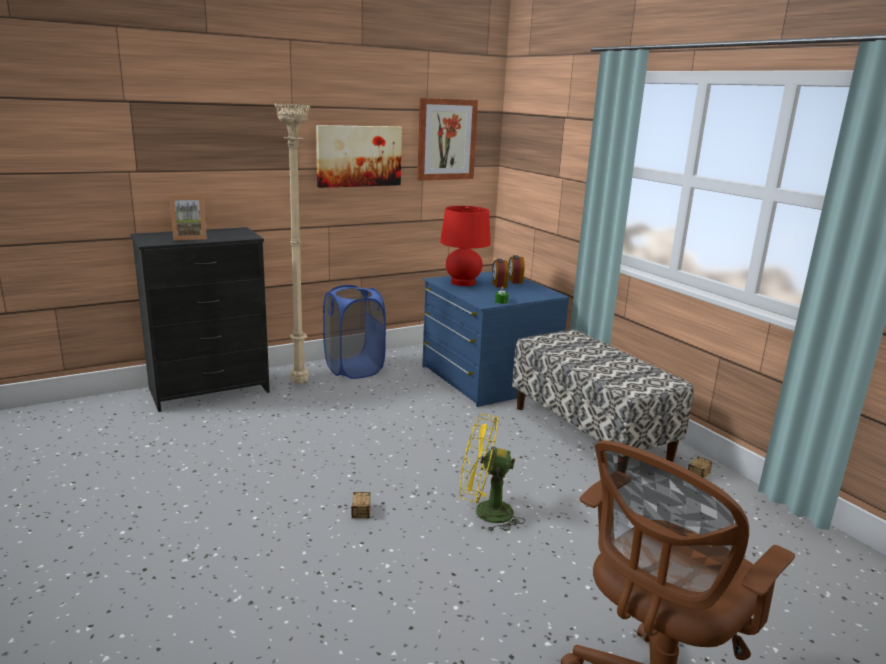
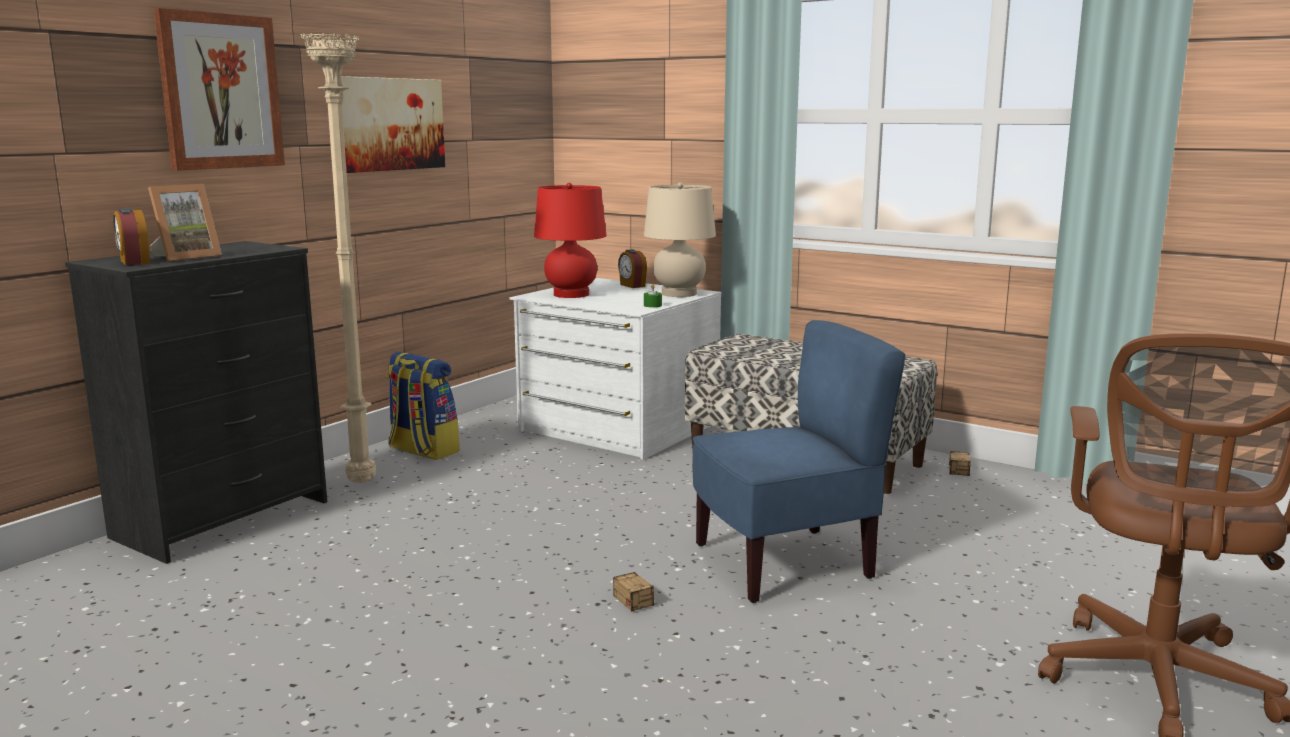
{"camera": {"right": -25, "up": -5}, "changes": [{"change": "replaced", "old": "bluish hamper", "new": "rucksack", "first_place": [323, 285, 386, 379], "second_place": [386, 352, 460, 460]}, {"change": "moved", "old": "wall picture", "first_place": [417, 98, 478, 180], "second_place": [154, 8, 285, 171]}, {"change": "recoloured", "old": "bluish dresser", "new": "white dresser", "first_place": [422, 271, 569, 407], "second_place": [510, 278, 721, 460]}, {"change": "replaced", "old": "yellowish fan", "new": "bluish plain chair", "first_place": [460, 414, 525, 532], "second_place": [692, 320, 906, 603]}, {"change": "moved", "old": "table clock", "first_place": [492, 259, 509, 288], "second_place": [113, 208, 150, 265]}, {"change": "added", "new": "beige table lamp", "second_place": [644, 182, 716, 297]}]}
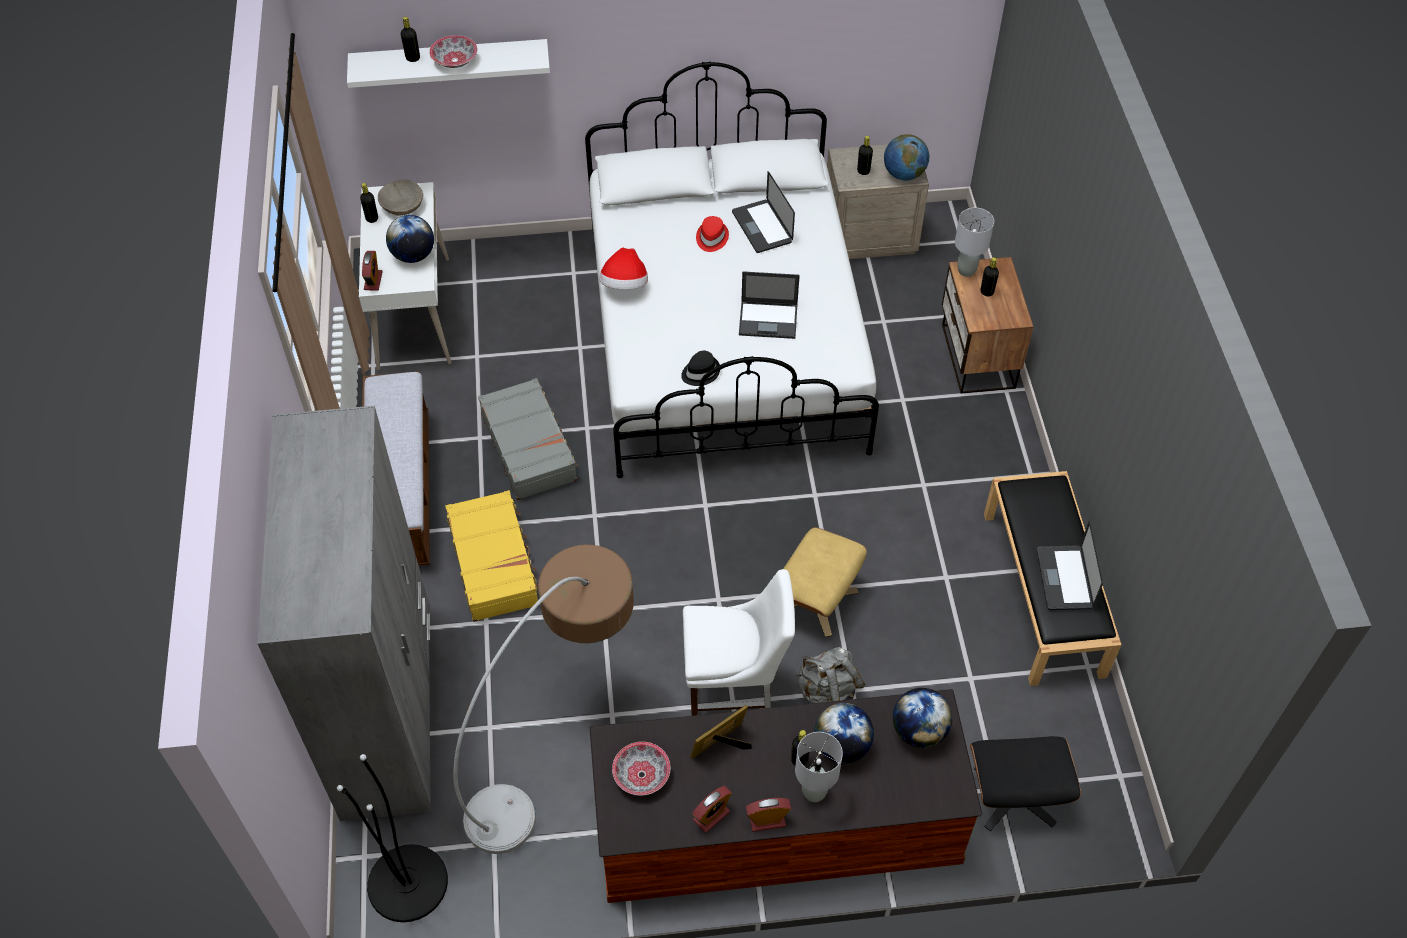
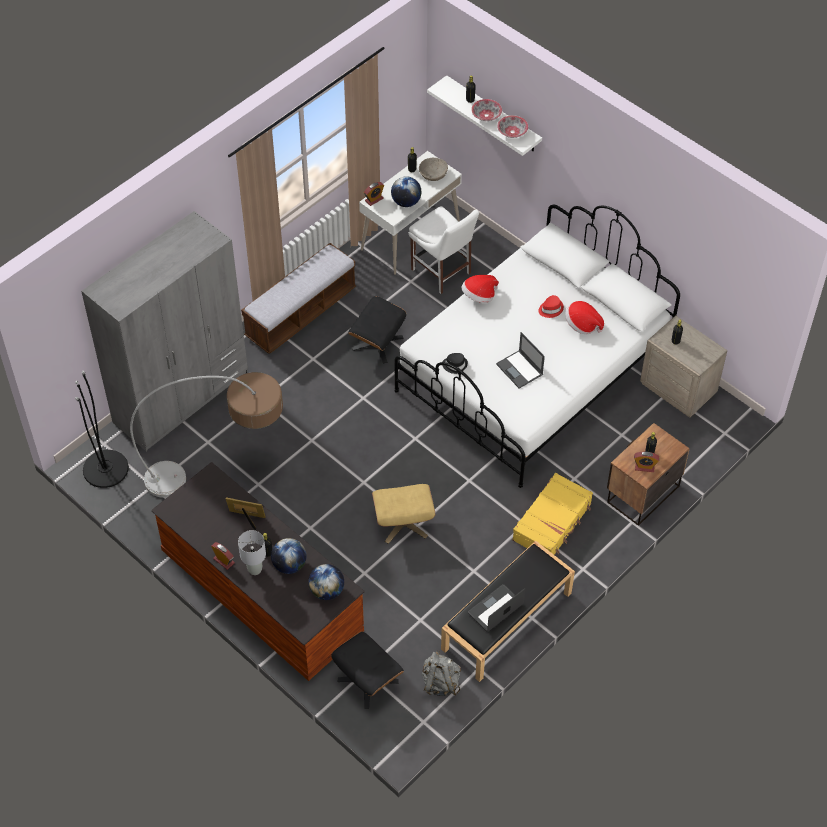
{"camera": {"right": 50, "up": 0}, "changes": [{"change": "moved", "old": "yellowish piece of luggage", "first_place": [445, 490, 538, 622], "second_place": [512, 473, 593, 555]}, {"change": "replaced", "old": "grey piece of luggage", "new": "black-coloured ottoman", "first_place": [478, 378, 578, 500], "second_place": [348, 296, 406, 364]}, {"change": "moved", "old": "deep dish", "first_place": [612, 742, 671, 796], "second_place": [497, 115, 528, 138]}, {"change": "moved", "old": "white plain chair", "first_place": [683, 569, 795, 716], "second_place": [409, 206, 479, 294]}, {"change": "moved", "old": "table clock", "first_place": [692, 786, 731, 833], "second_place": [634, 452, 659, 472]}, {"change": "replaced", "old": "notebook computer", "new": "wearable hat", "first_place": [732, 171, 795, 253], "second_place": [565, 301, 604, 334]}, {"change": "moved", "old": "grey rucksack", "first_place": [795, 647, 865, 703], "second_place": [422, 650, 461, 696]}, {"change": "removed", "old": "globe", "first_place": [884, 134, 929, 181]}, {"change": "removed", "old": "grey table lamp", "first_place": [955, 208, 994, 277]}]}
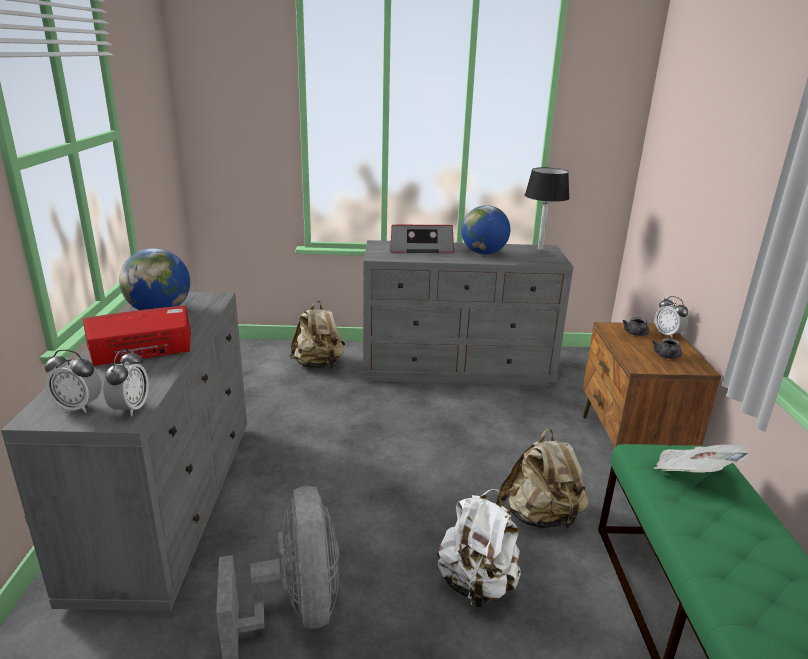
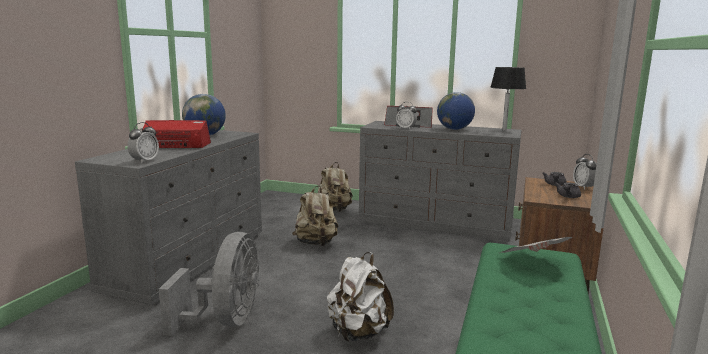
{"camera": {"right": 20, "up": -10}, "changes": [{"change": "moved", "old": "table clock", "first_place": [44, 349, 102, 413], "second_place": [396, 102, 417, 129]}, {"change": "moved", "old": "beige rucksack", "first_place": [500, 429, 588, 530], "second_place": [292, 185, 339, 246]}]}
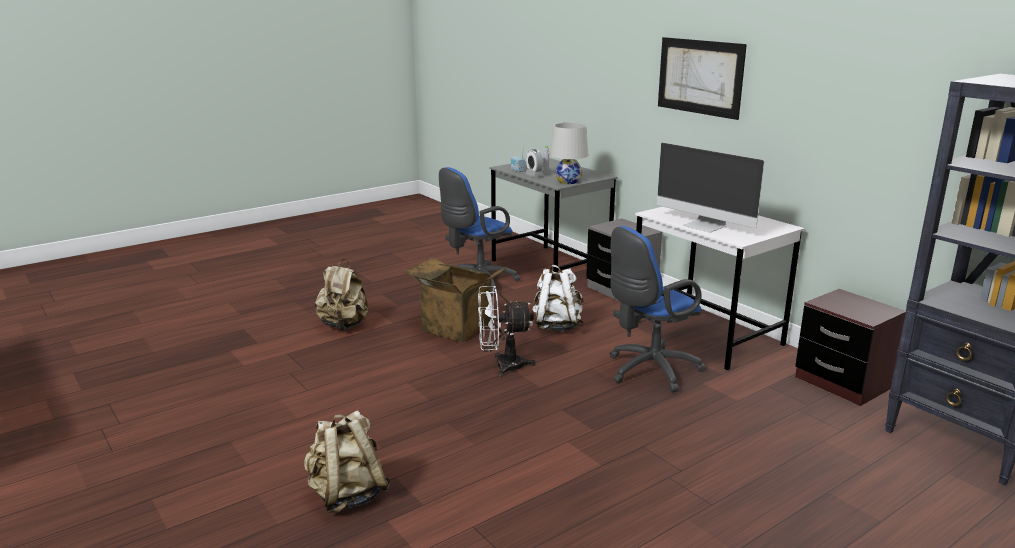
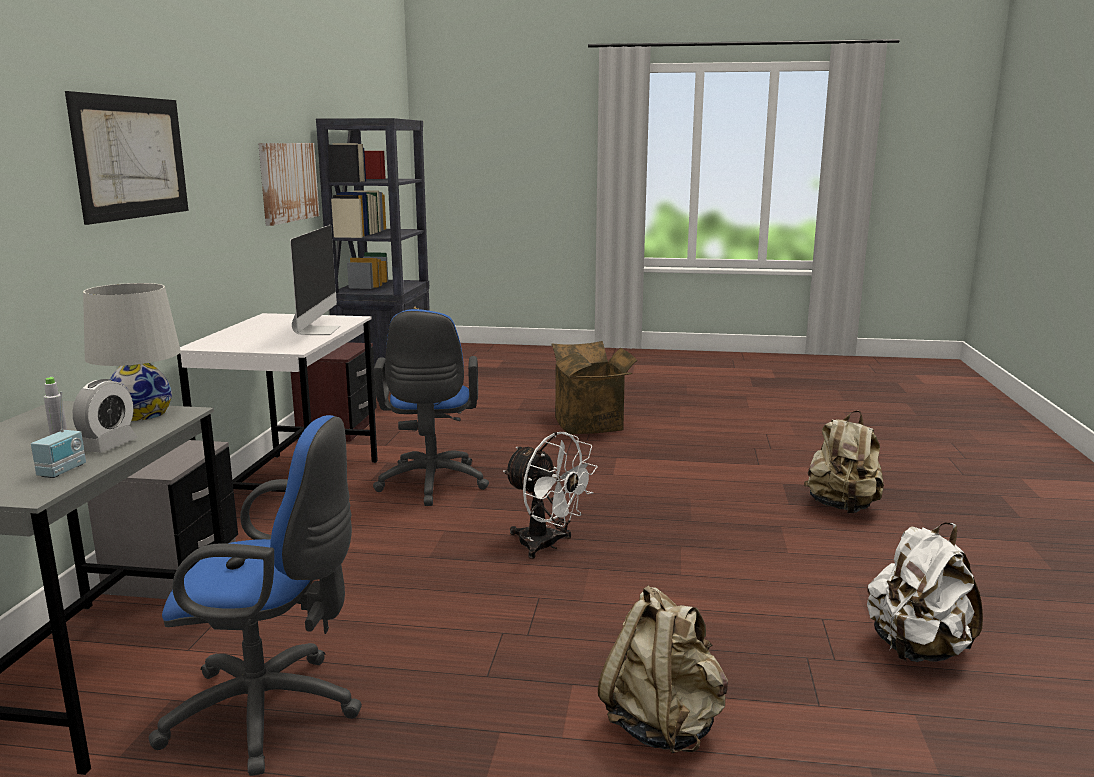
{"camera": {"right": -135, "up": -5}, "changes": [{"change": "moved", "old": "cardboard box", "first_place": [402, 257, 507, 342], "second_place": [551, 341, 638, 434]}, {"change": "moved", "old": "white rucksack", "first_place": [532, 265, 584, 331], "second_place": [867, 523, 983, 662]}, {"change": "turned", "old": "bluish office chair", "first_place": [609, 226, 706, 392], "second_place": [373, 309, 489, 506], "degrees": 75}, {"change": "added", "new": "wall picture", "second_place": [258, 143, 319, 226]}]}
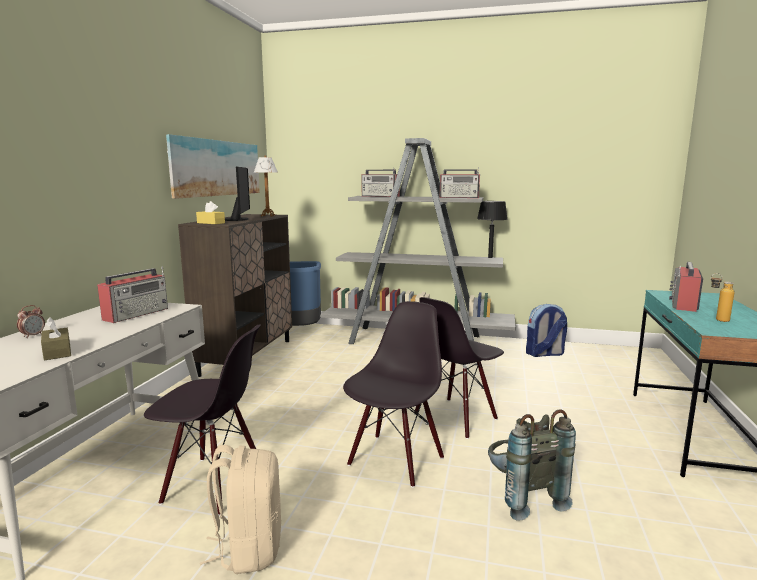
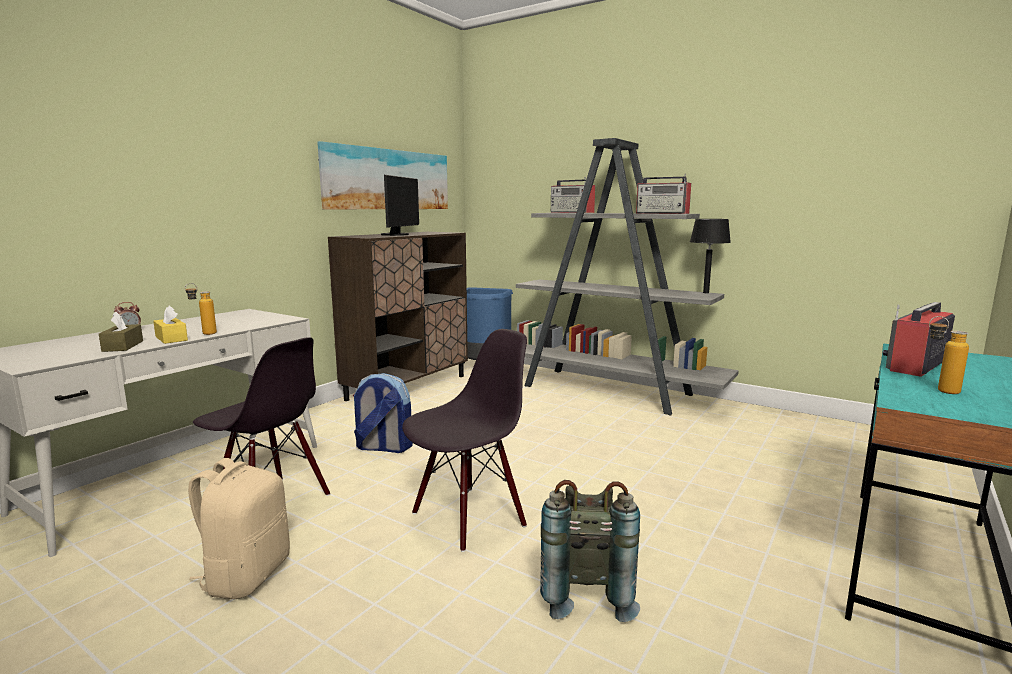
{"camera": {"right": 20, "up": 0}, "changes": [{"change": "removed", "old": "radio receiver", "first_place": [97, 266, 168, 323]}, {"change": "moved", "old": "yellowish tissue holder", "first_place": [196, 201, 225, 224], "second_place": [153, 306, 188, 344]}, {"change": "removed", "old": "table lamp", "first_place": [254, 155, 278, 217]}, {"change": "removed", "old": "black-coloured plain chair", "first_place": [415, 297, 504, 439]}, {"change": "moved", "old": "rucksack", "first_place": [526, 304, 567, 357], "second_place": [353, 373, 413, 453]}, {"change": "added", "new": "beverage bottle", "second_place": [185, 283, 217, 335]}]}
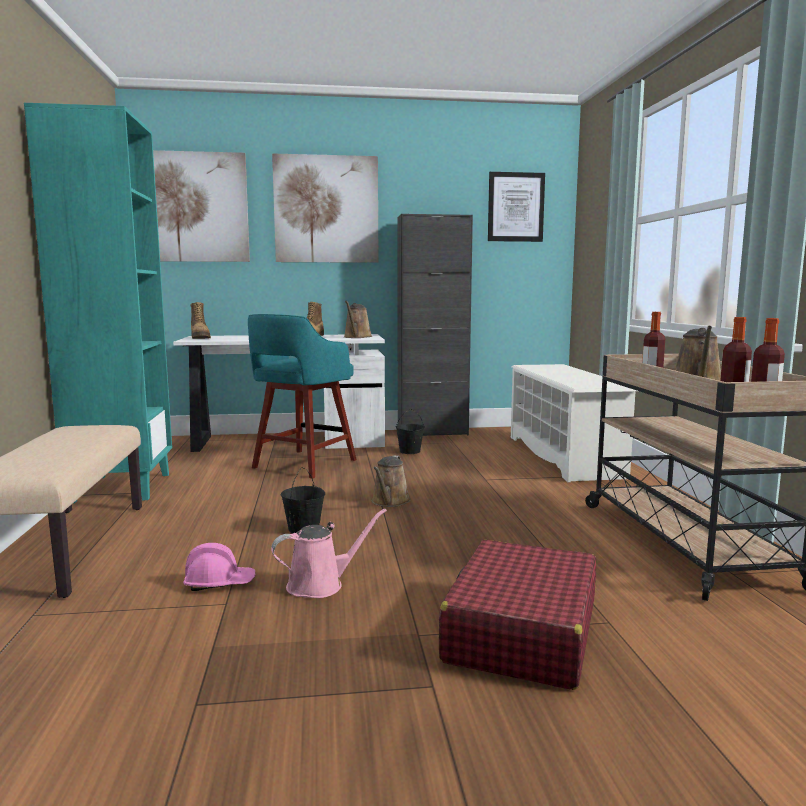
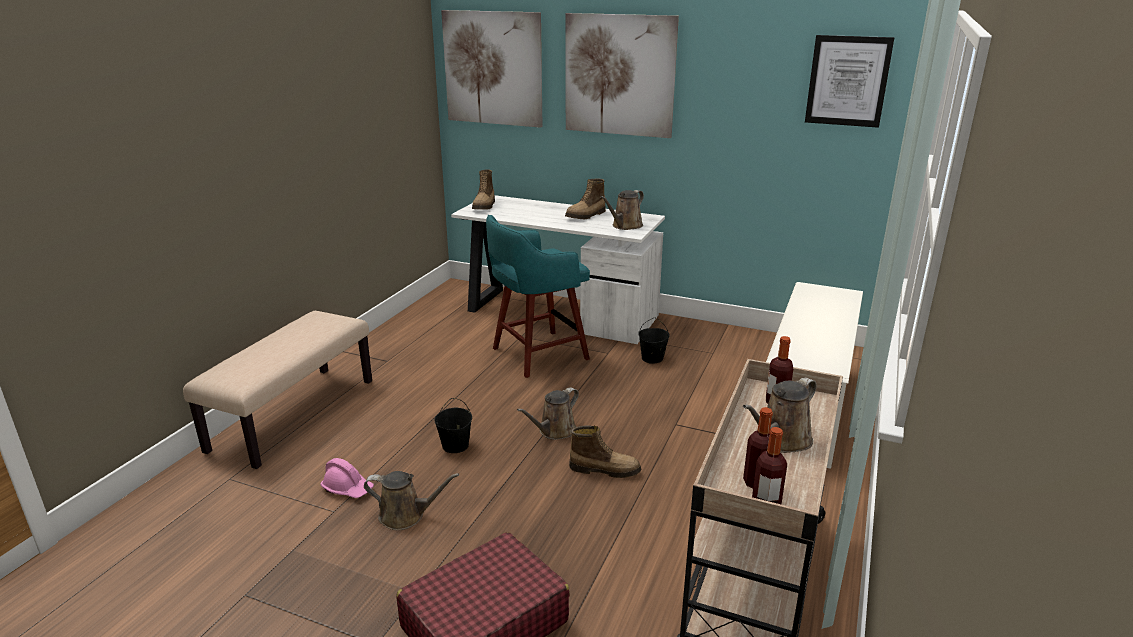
{"camera": {"right": 30, "up": 15}, "changes": [{"change": "removed", "old": "turquoise shelving unit", "first_place": [24, 103, 172, 503]}, {"change": "recoloured", "old": "pinkish watering can", "new": "brownish watering can", "first_place": [271, 509, 387, 598], "second_place": [364, 471, 459, 530]}, {"change": "removed", "old": "black-coloured cupboard", "first_place": [397, 214, 473, 436]}, {"change": "added", "new": "tall boot", "second_place": [569, 425, 641, 478]}]}
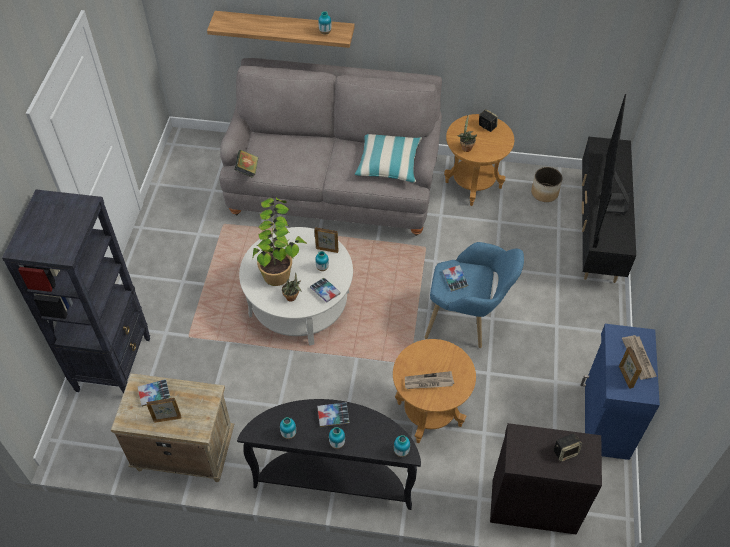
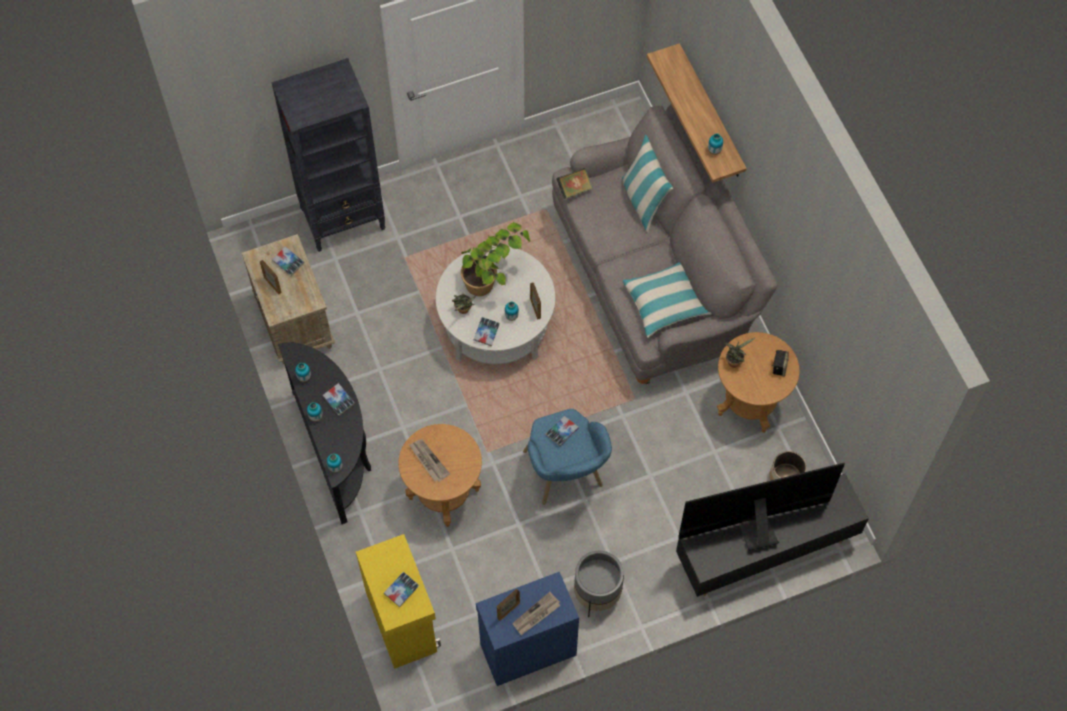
{"camera": {"right": 60, "up": 10}, "changes": [{"change": "recoloured", "old": "black-coloured cupboard", "new": "yellowish cupboard", "first_place": [490, 423, 602, 534], "second_place": [356, 534, 441, 669]}, {"change": "replaced", "old": "audio speaker", "new": "volume", "first_place": [554, 433, 582, 462], "second_place": [384, 572, 419, 607]}, {"change": "added", "new": "grey planter", "second_place": [574, 551, 624, 617]}, {"change": "added", "new": "cushion", "second_place": [622, 135, 673, 232]}]}
